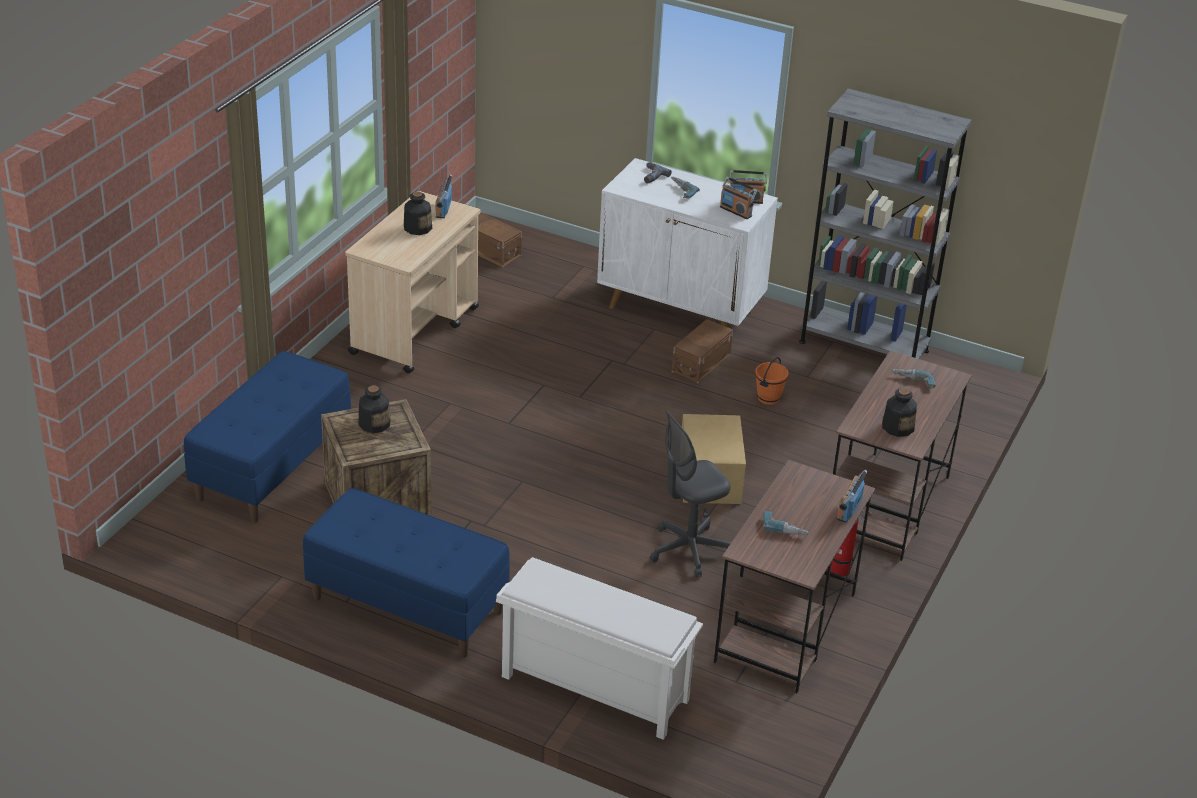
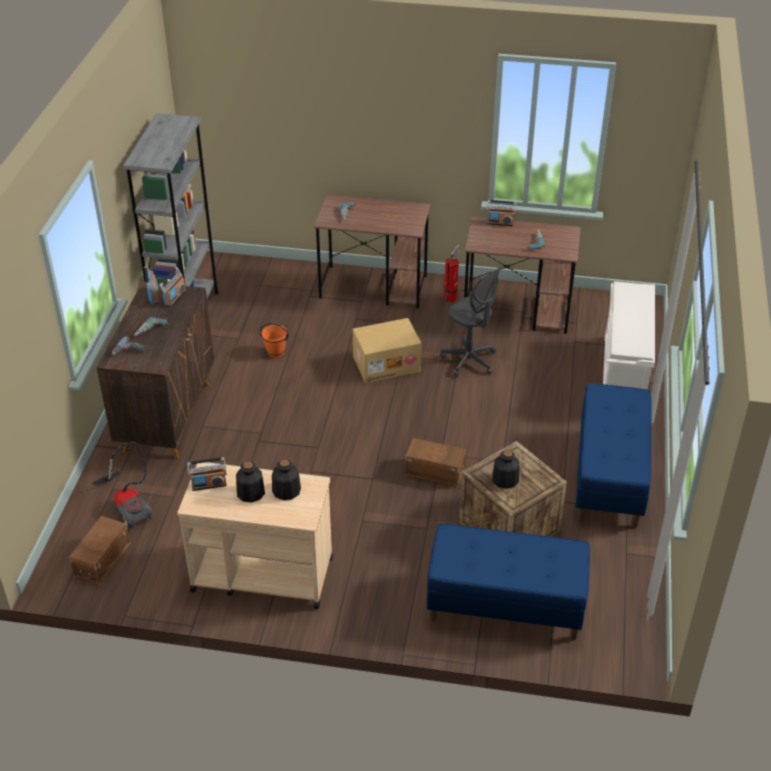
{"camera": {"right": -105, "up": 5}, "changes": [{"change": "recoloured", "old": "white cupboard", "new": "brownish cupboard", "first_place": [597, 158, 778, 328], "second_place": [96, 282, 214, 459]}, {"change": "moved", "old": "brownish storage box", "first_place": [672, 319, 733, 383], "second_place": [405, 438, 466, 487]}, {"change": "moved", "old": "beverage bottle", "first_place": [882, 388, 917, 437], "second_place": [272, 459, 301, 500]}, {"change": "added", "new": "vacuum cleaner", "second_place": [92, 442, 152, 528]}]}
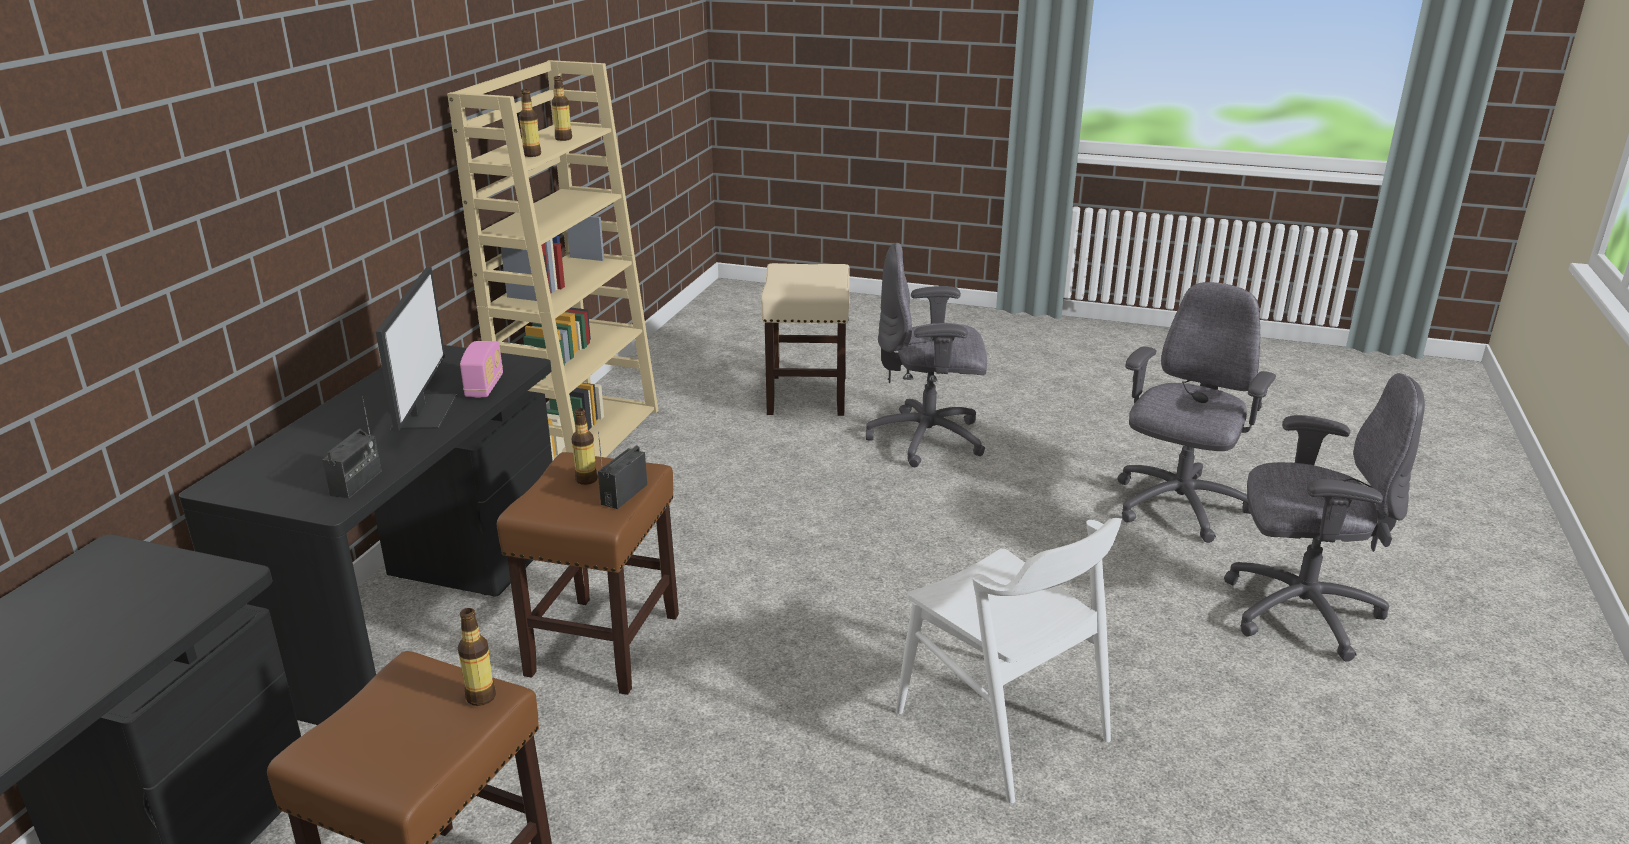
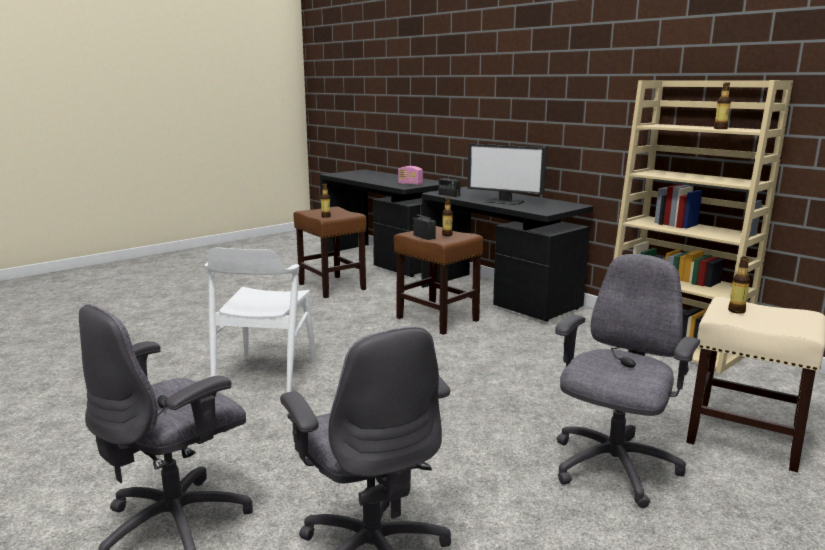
{"camera": {"right": 120, "up": -10}, "changes": [{"change": "moved", "old": "radio receiver", "first_place": [460, 341, 503, 398], "second_place": [398, 166, 423, 185]}, {"change": "moved", "old": "beverage bottle", "first_place": [519, 89, 541, 157], "second_place": [728, 257, 750, 314]}, {"change": "turned", "old": "white plain chair", "first_place": [896, 518, 1122, 804], "second_place": [205, 247, 316, 393], "degrees": -75}]}
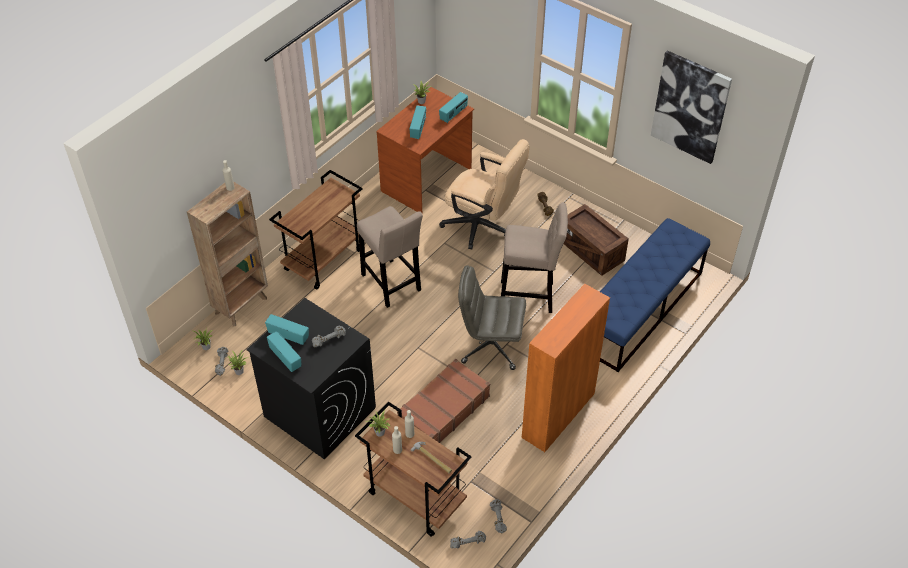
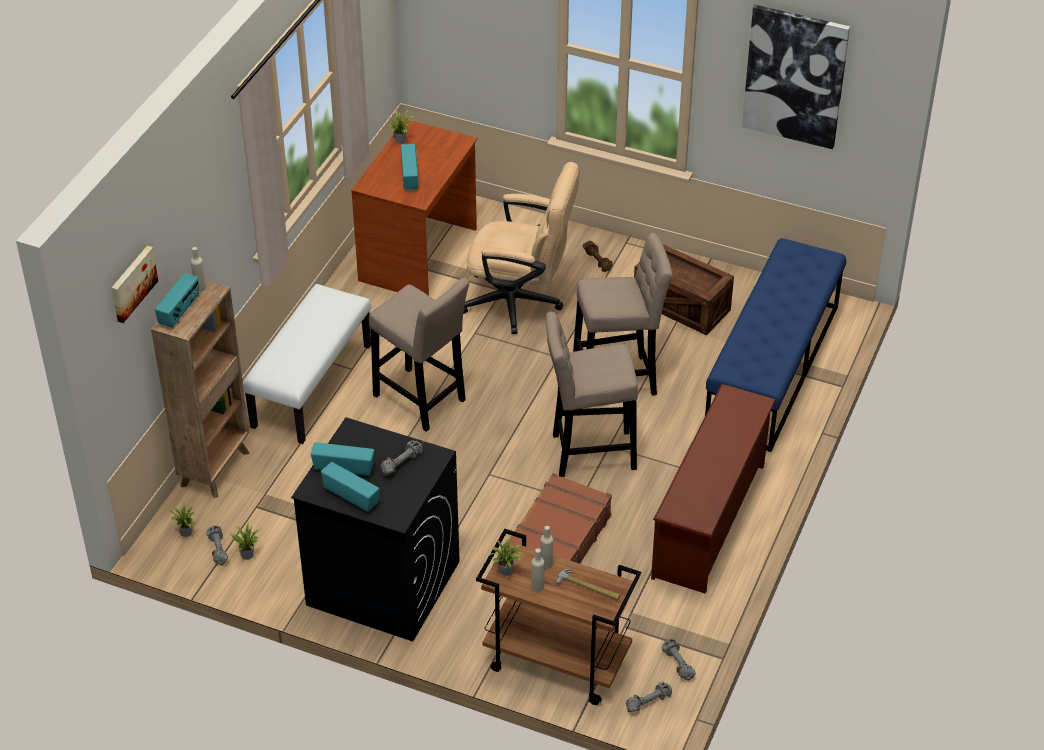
{"camera": {"right": -15, "up": -5}, "changes": [{"change": "replaced", "old": "brownish wheeled cart", "new": "white indoor bench", "first_place": [269, 170, 362, 289], "second_place": [243, 284, 371, 444]}, {"change": "moved", "old": "radio receiver", "first_place": [439, 92, 468, 123], "second_place": [155, 273, 199, 328]}, {"change": "replaced", "old": "grey office chair", "new": "beige stool seat", "first_place": [458, 265, 526, 370], "second_place": [546, 312, 638, 477]}, {"change": "replaced", "old": "orangey cupboard", "new": "brownish shoe stand", "first_place": [522, 284, 610, 452], "second_place": [651, 384, 776, 594]}, {"change": "added", "new": "wall picture", "second_place": [111, 246, 158, 323]}]}
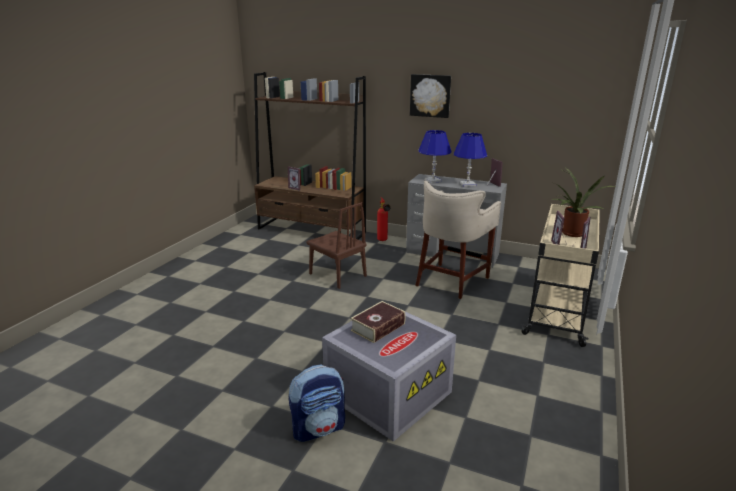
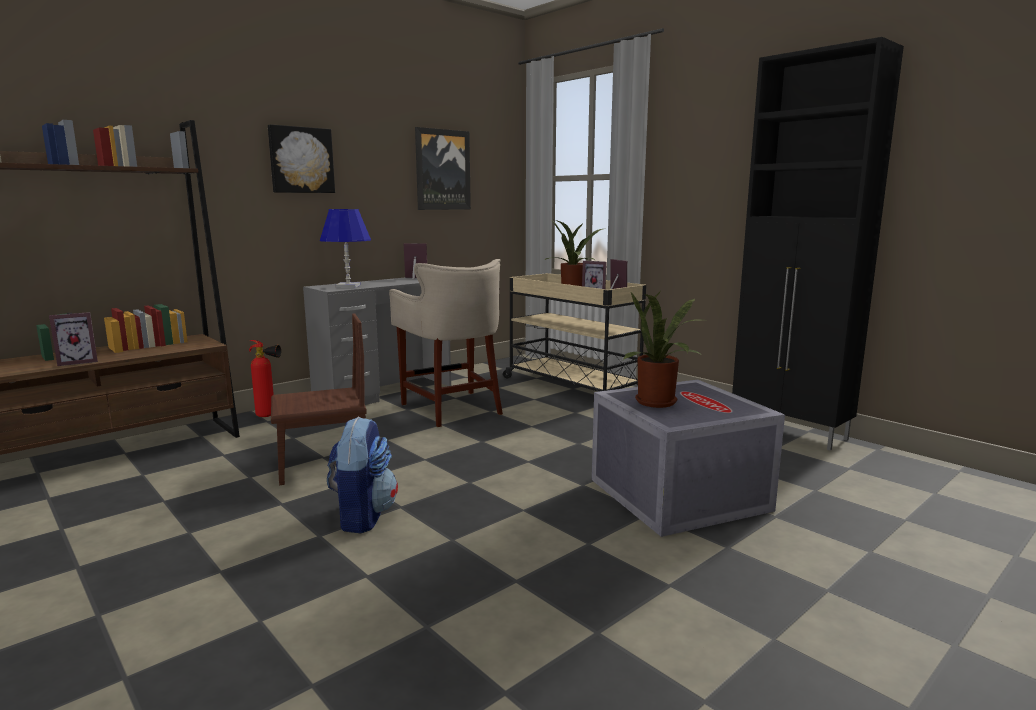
{"camera": {"right": -65, "up": -10}, "changes": [{"change": "moved", "old": "rucksack", "first_place": [289, 365, 345, 442], "second_place": [327, 416, 398, 533]}, {"change": "replaced", "old": "volume", "new": "plant in a pot", "first_place": [351, 301, 406, 343], "second_place": [623, 291, 700, 408]}, {"change": "removed", "old": "bluish table lamp", "first_place": [454, 133, 487, 187]}, {"change": "added", "new": "wall picture", "second_place": [415, 127, 471, 210]}, {"change": "added", "new": "black-coloured cupboard", "second_place": [732, 37, 904, 450]}]}
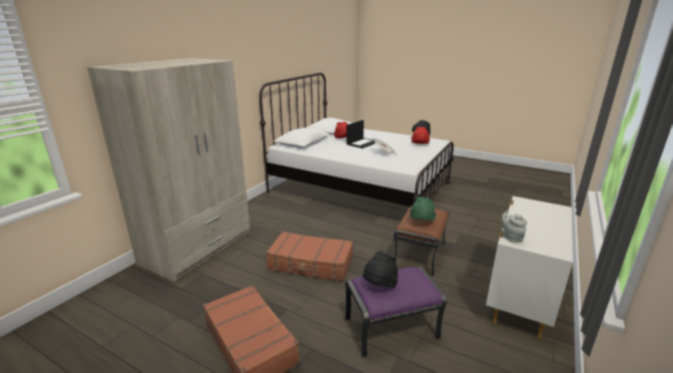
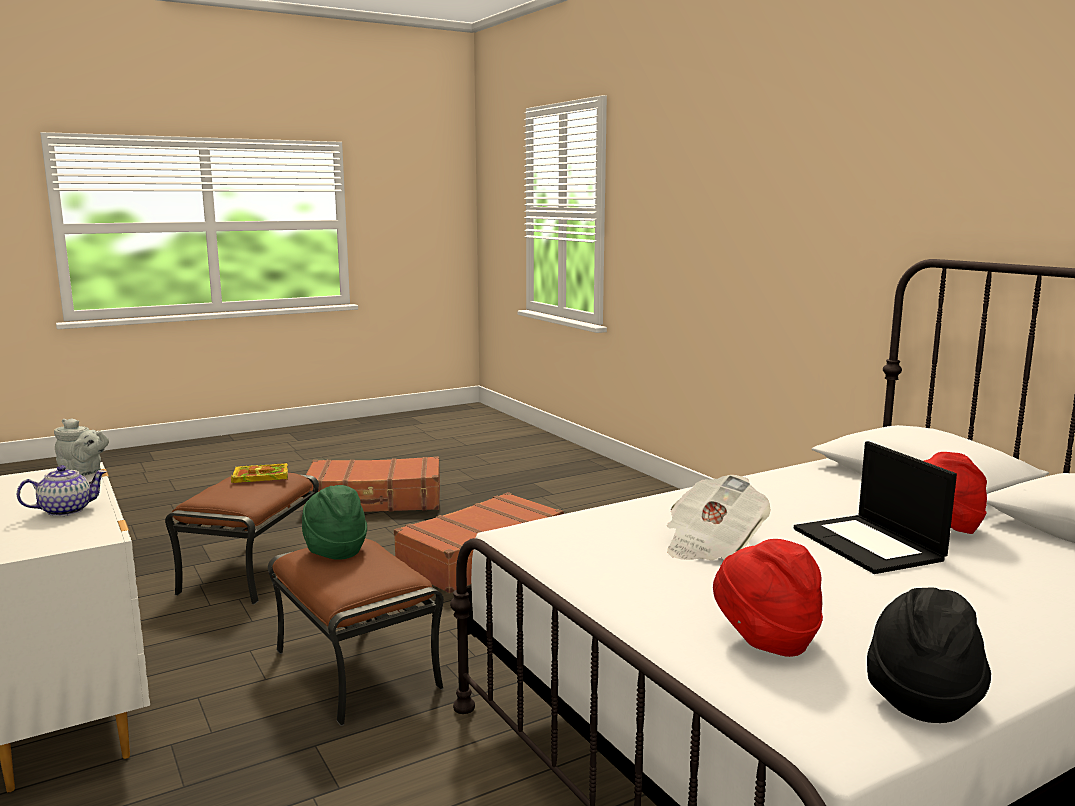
{"camera": {"right": 120, "up": -10}, "changes": [{"change": "removed", "old": "beige armoire", "first_place": [87, 58, 250, 282]}, {"change": "recoloured", "old": "purple ottoman", "new": "brownish ottoman", "first_place": [345, 267, 447, 358], "second_place": [165, 473, 319, 605]}, {"change": "replaced", "old": "black-coloured wearable hat", "new": "volume", "first_place": [363, 251, 398, 287], "second_place": [231, 463, 288, 483]}, {"change": "added", "new": "teapot", "second_place": [17, 465, 107, 516]}]}
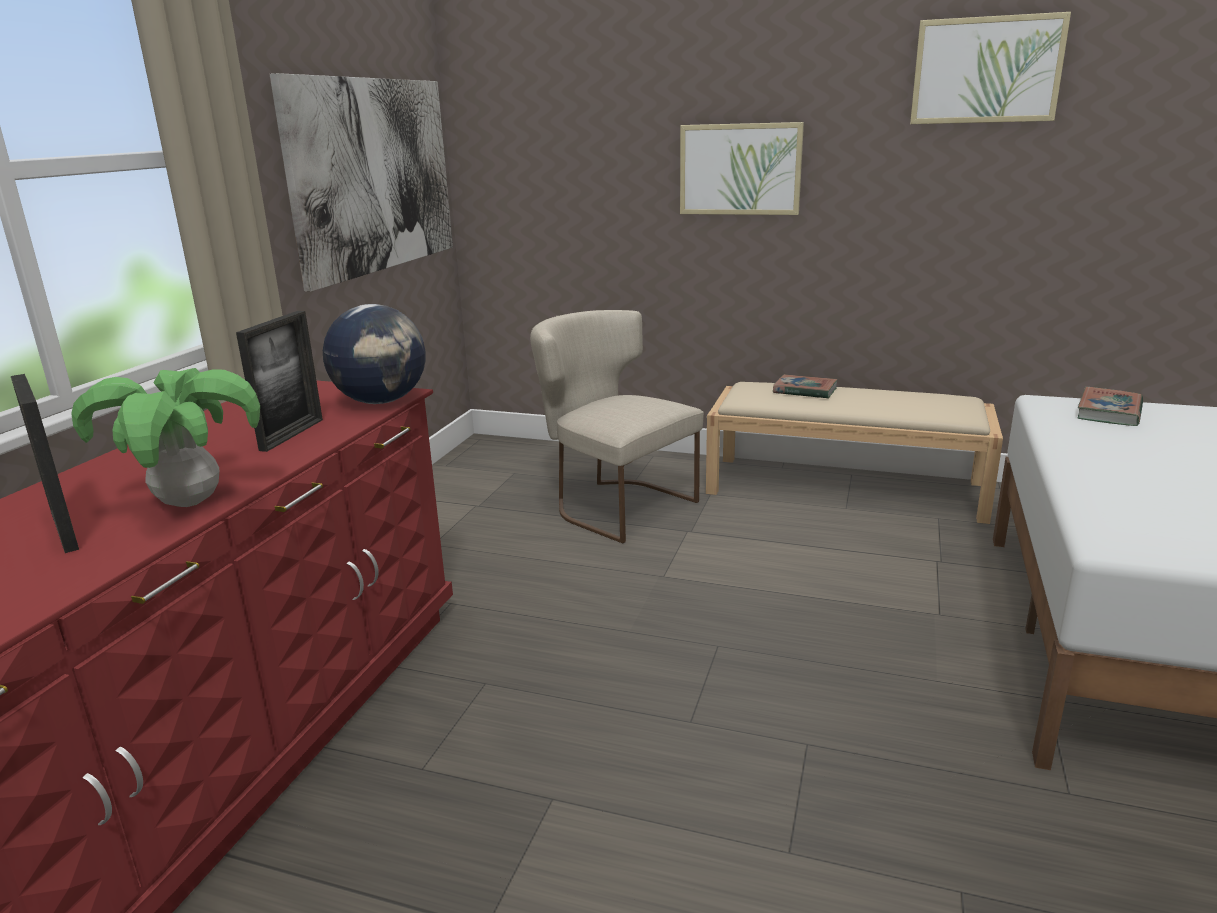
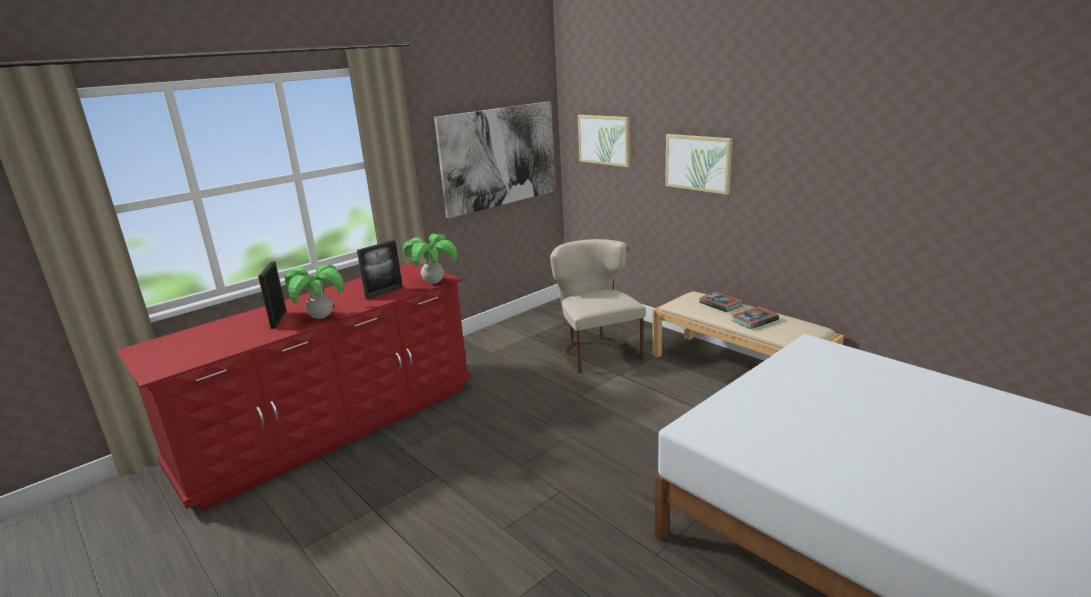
{"camera": {"right": 30, "up": 0}, "changes": [{"change": "replaced", "old": "globe", "new": "plant in a pot", "first_place": [323, 304, 426, 404], "second_place": [403, 234, 457, 284]}, {"change": "moved", "old": "wall picture", "first_place": [910, 12, 1071, 124], "second_place": [578, 115, 630, 167]}, {"change": "moved", "old": "volume", "first_place": [1078, 387, 1143, 426], "second_place": [732, 306, 779, 329]}]}
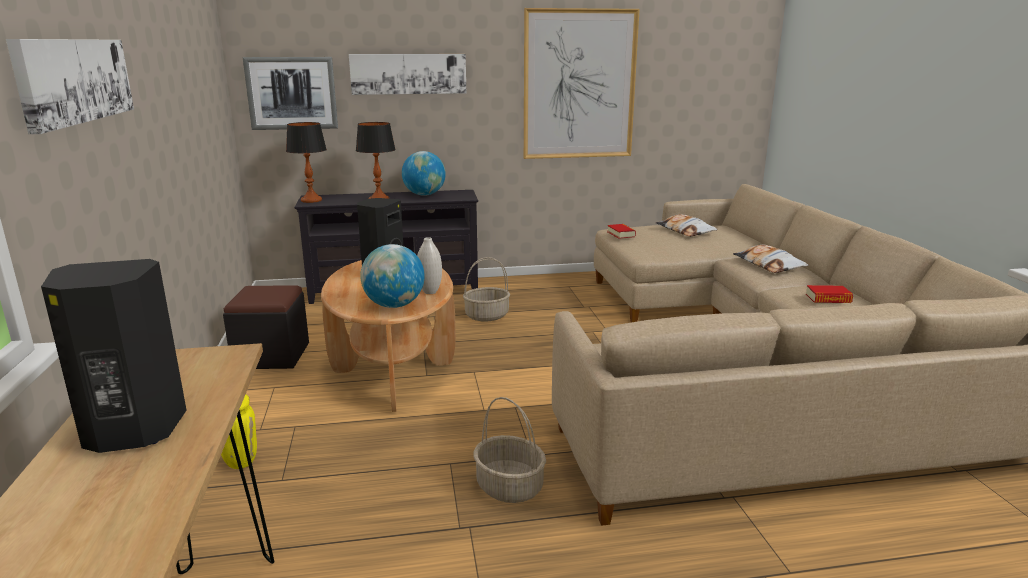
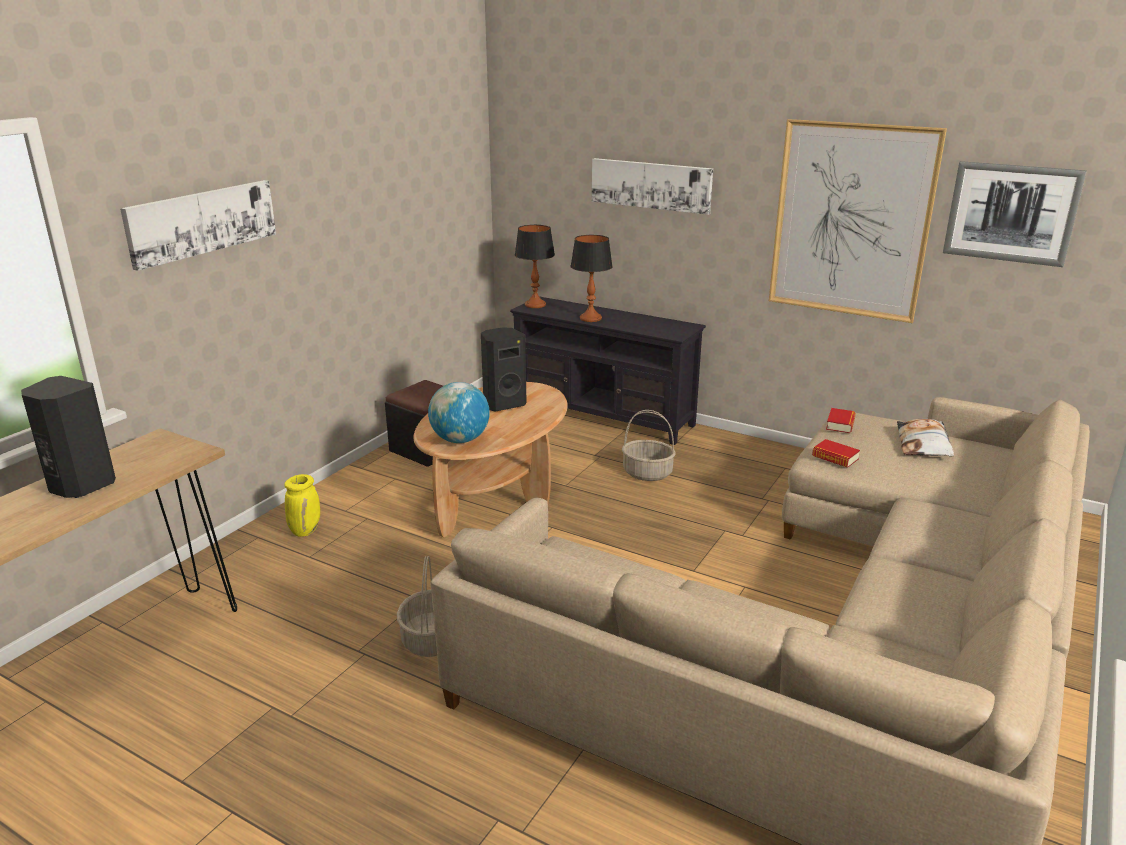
{"camera": {"right": 40, "up": 5}, "changes": [{"change": "moved", "old": "wall picture", "first_place": [243, 57, 338, 130], "second_place": [943, 161, 1087, 267]}, {"change": "removed", "old": "globe", "first_place": [402, 151, 446, 196]}, {"change": "removed", "old": "white vase", "first_place": [417, 237, 442, 294]}, {"change": "removed", "old": "cushion", "first_place": [733, 245, 808, 273]}, {"change": "moved", "old": "volume", "first_place": [806, 285, 853, 303], "second_place": [812, 439, 860, 468]}]}
